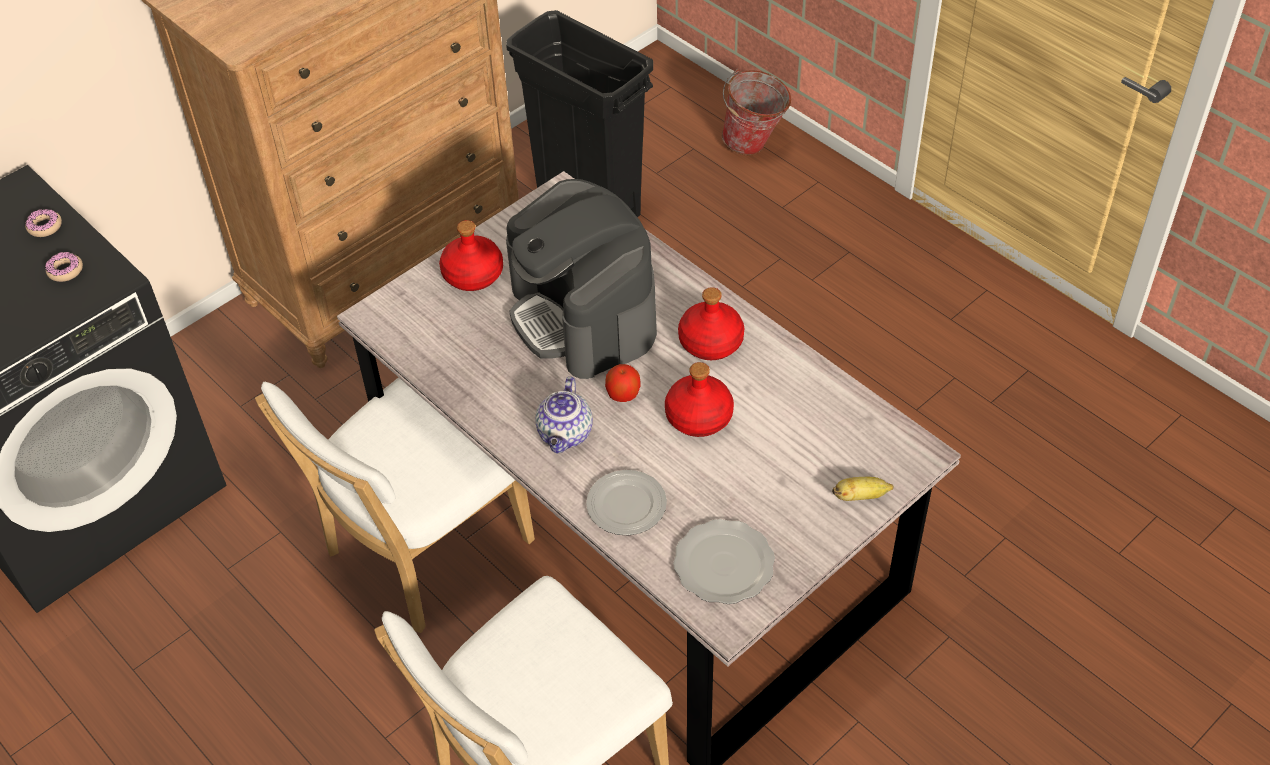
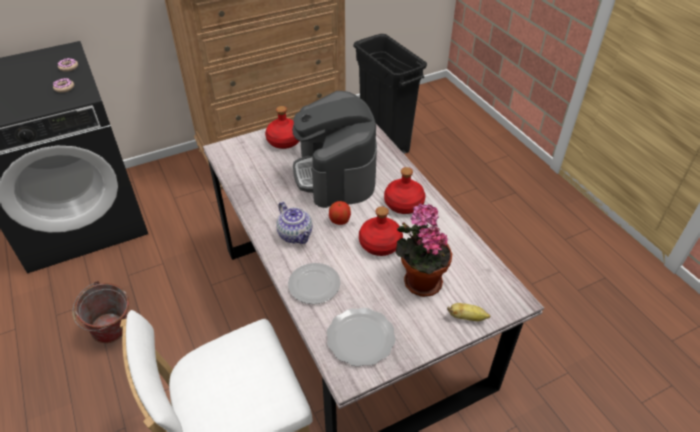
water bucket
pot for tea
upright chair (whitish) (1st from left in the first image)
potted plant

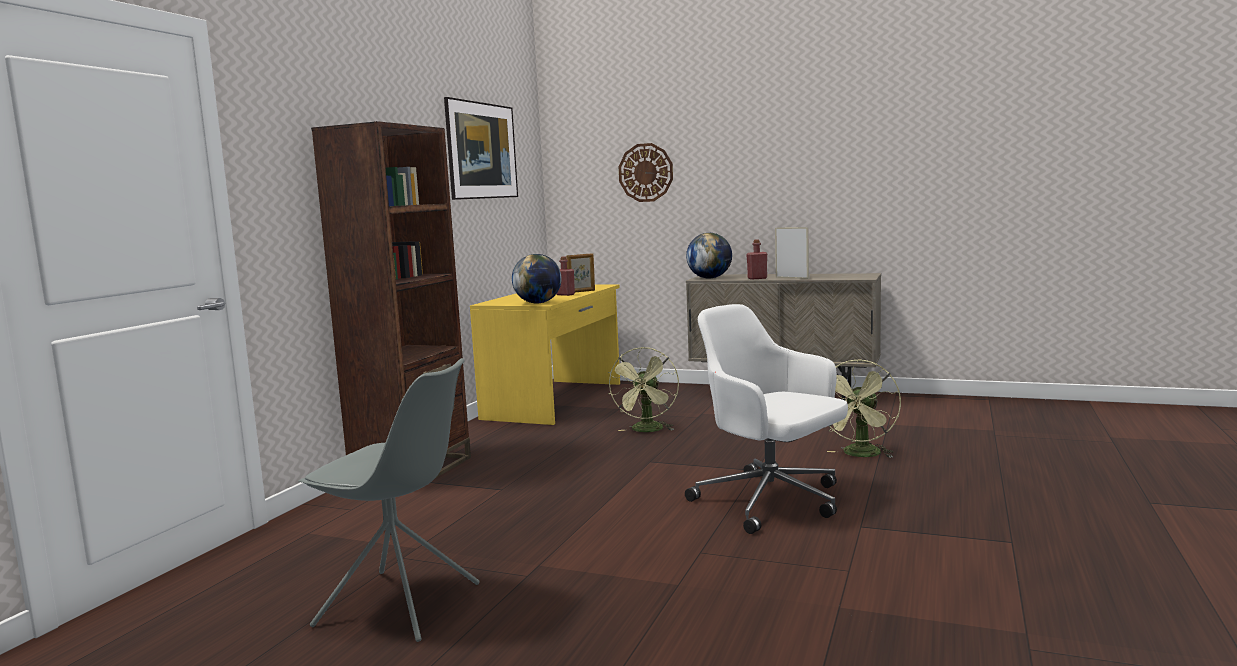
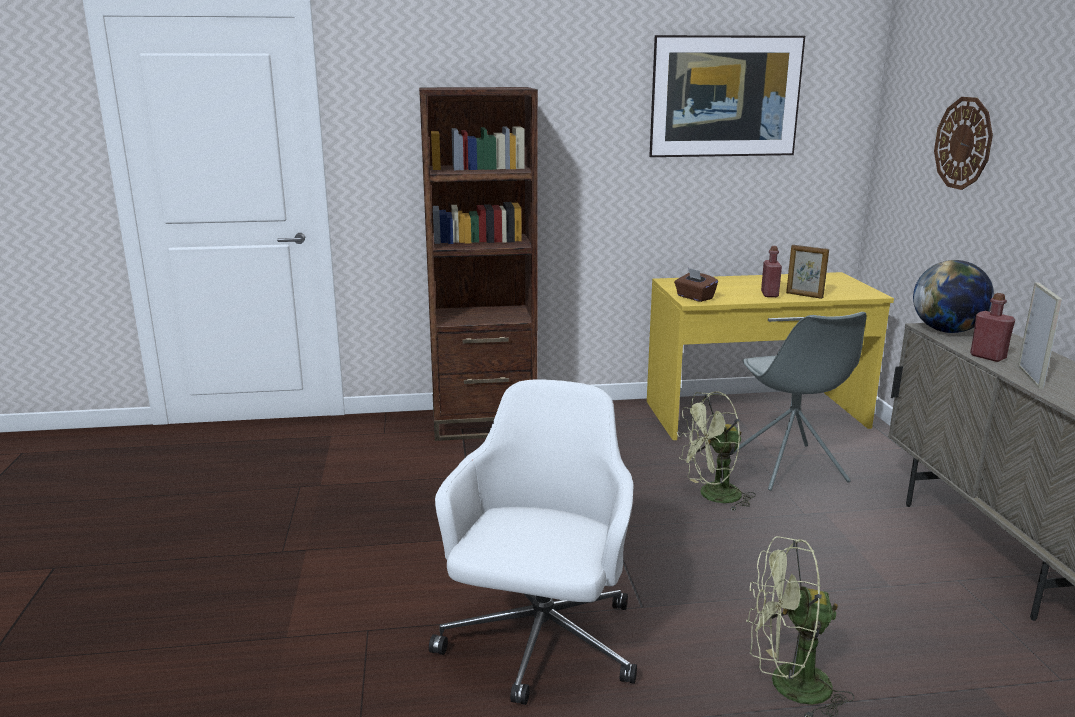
tissue box (brownish)
upright chair (grey)

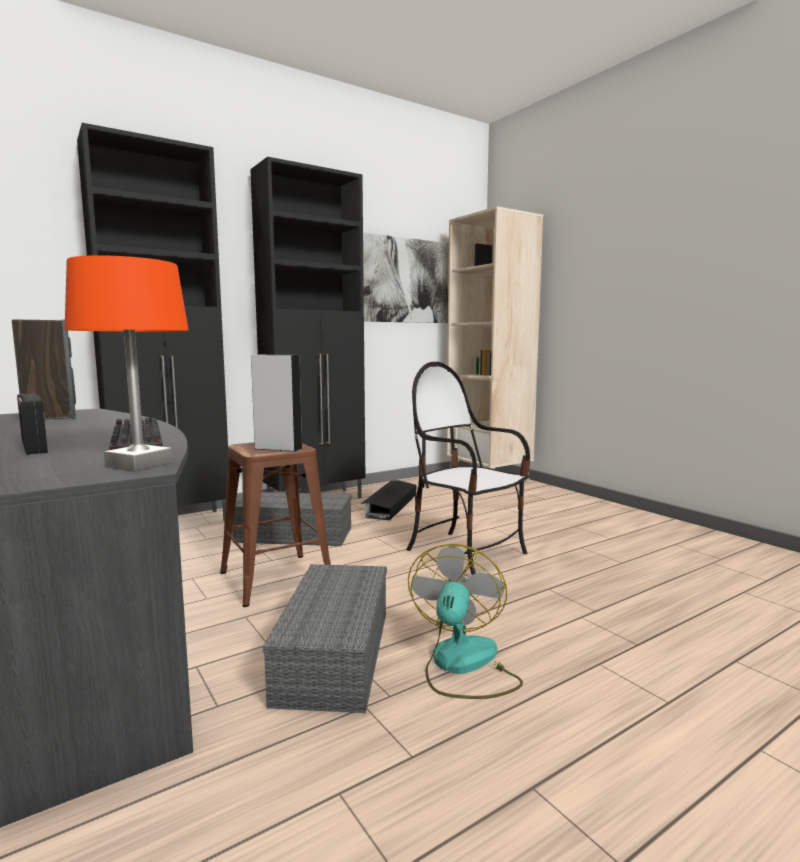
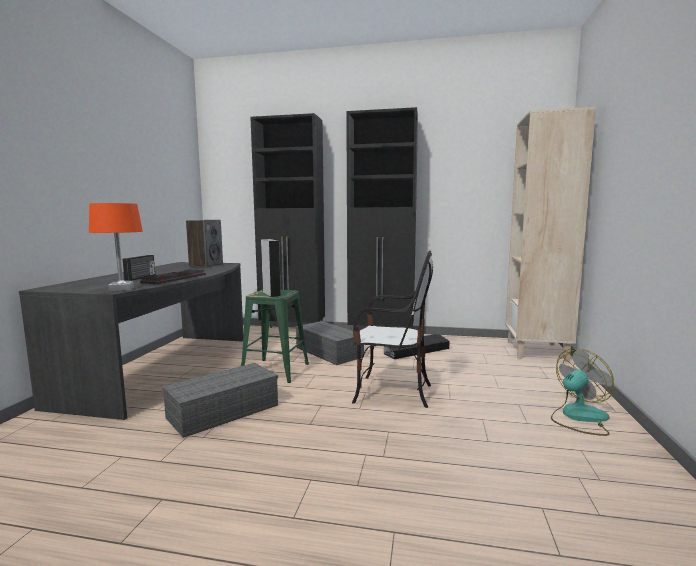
picture
upright chair
sitting stool (green-coloured)
electric fan

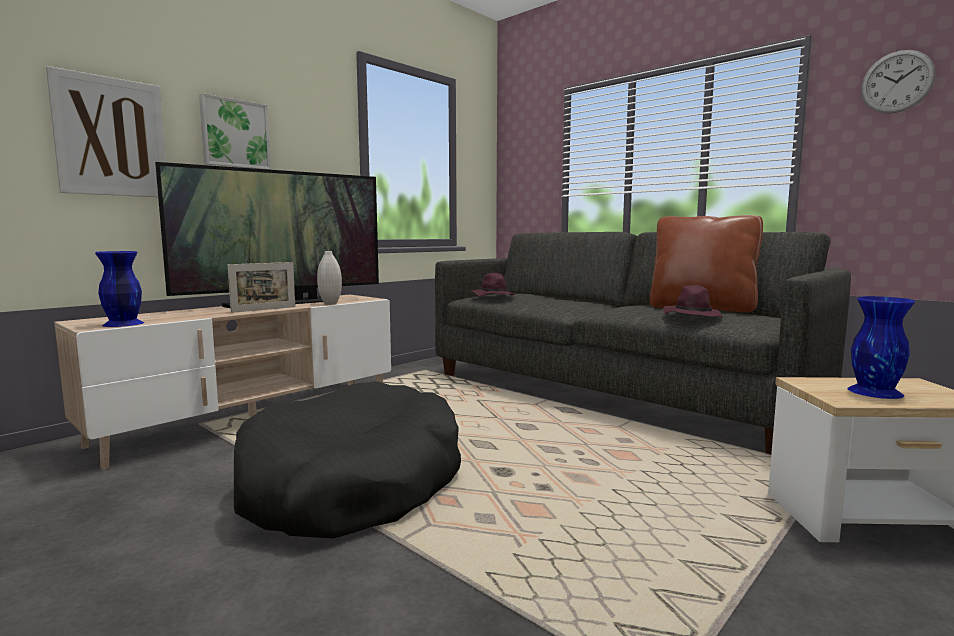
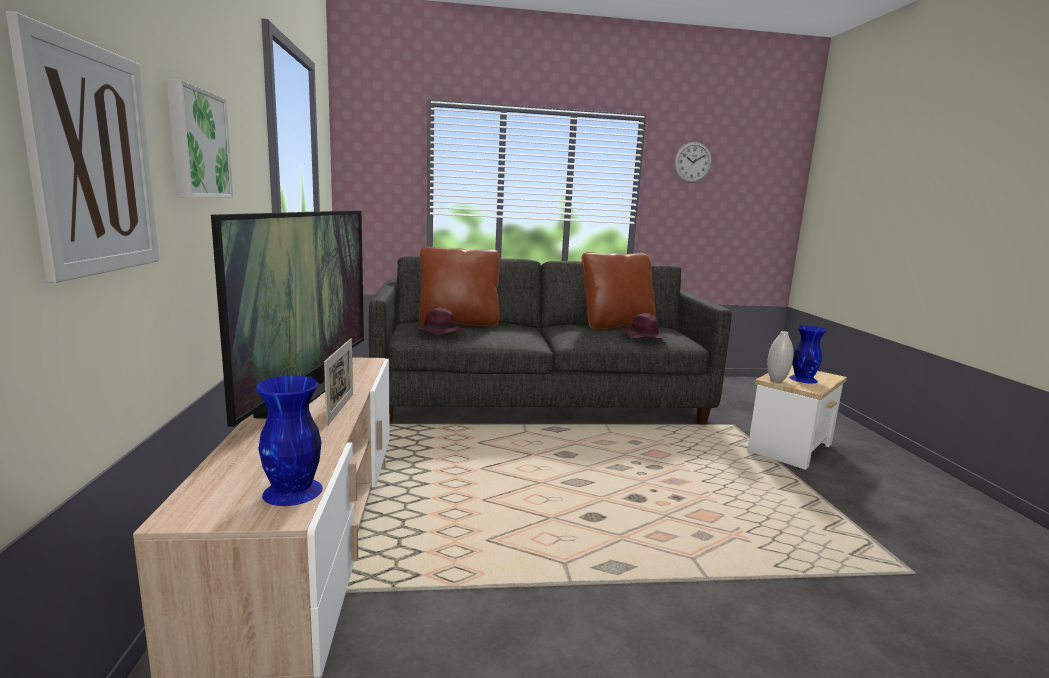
vase (whitish)
pet bed (blackish)
cushion (brownish) (1st from left)

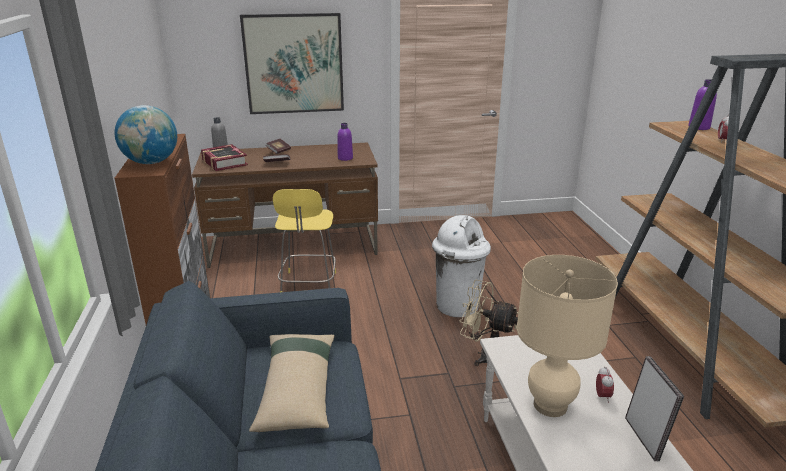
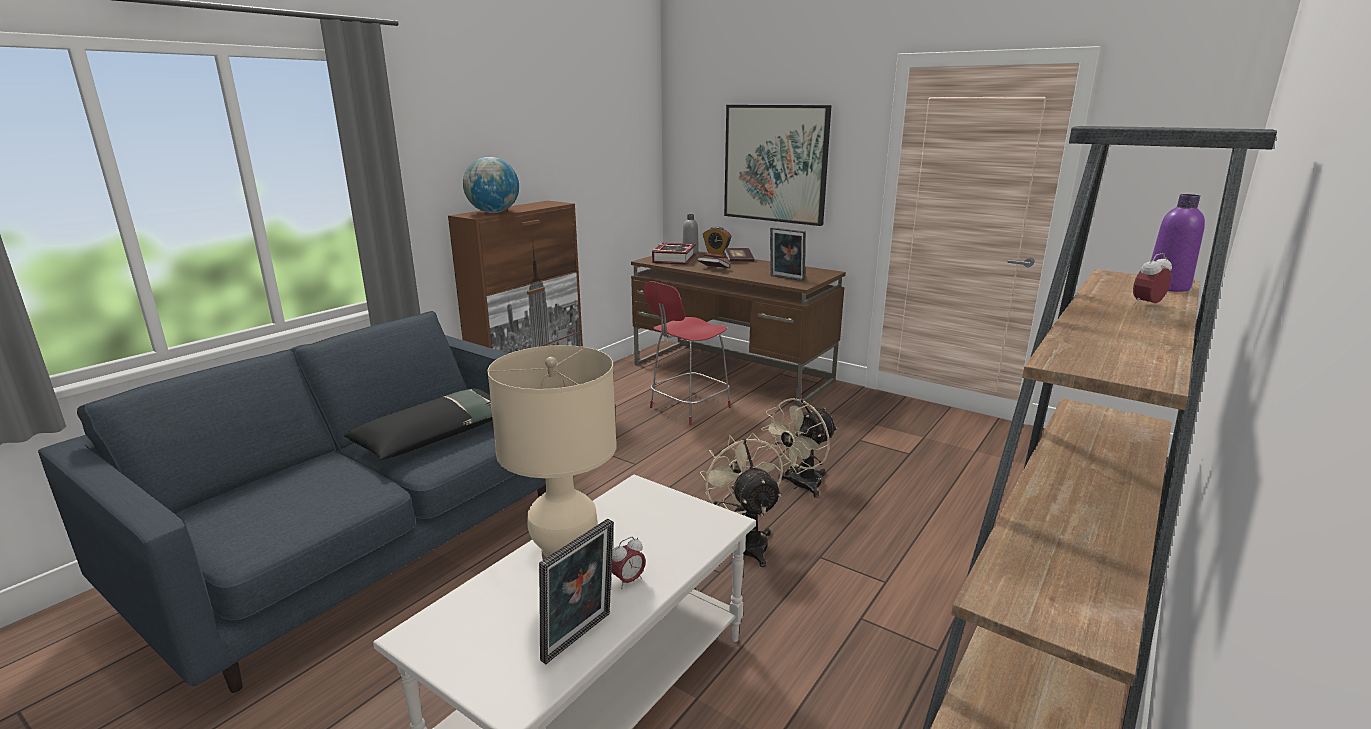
standing frame (2nd from left)
sitting stool (red-coloured)
electric fan (sand-coloured) (2nd from left)
cushion (blackish)
table clock (2nd from left)

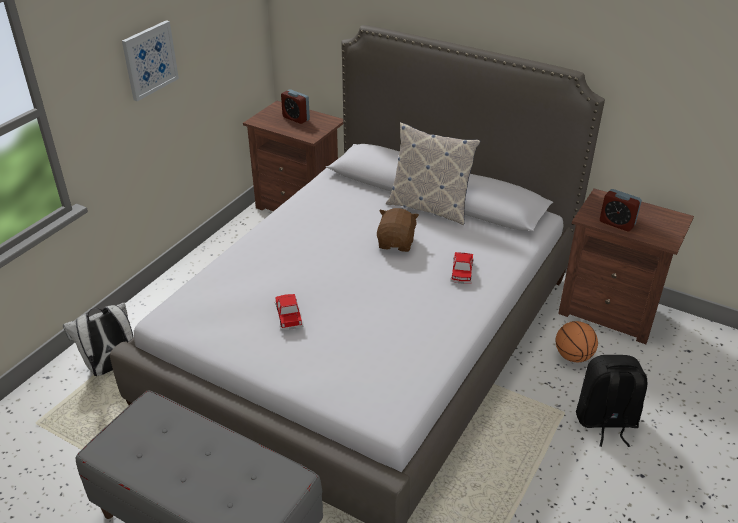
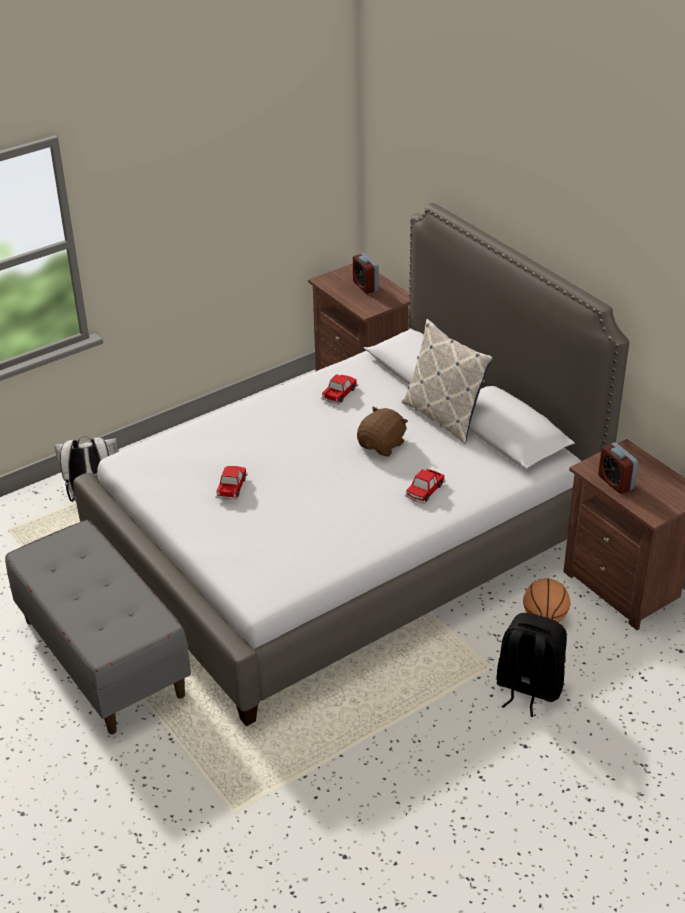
picture
model car (2nd from left)

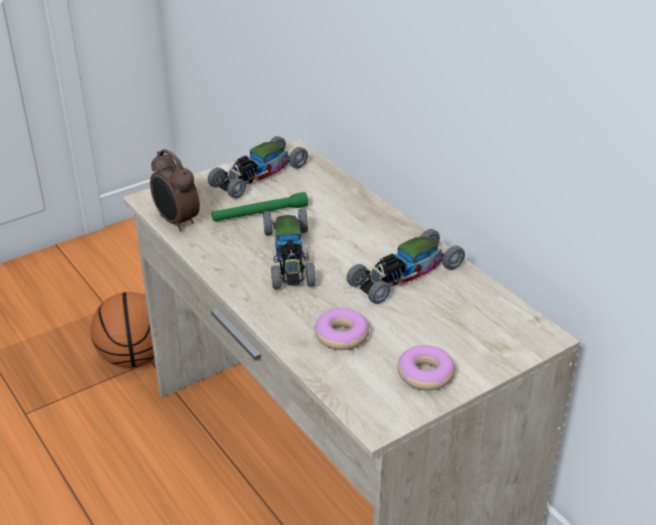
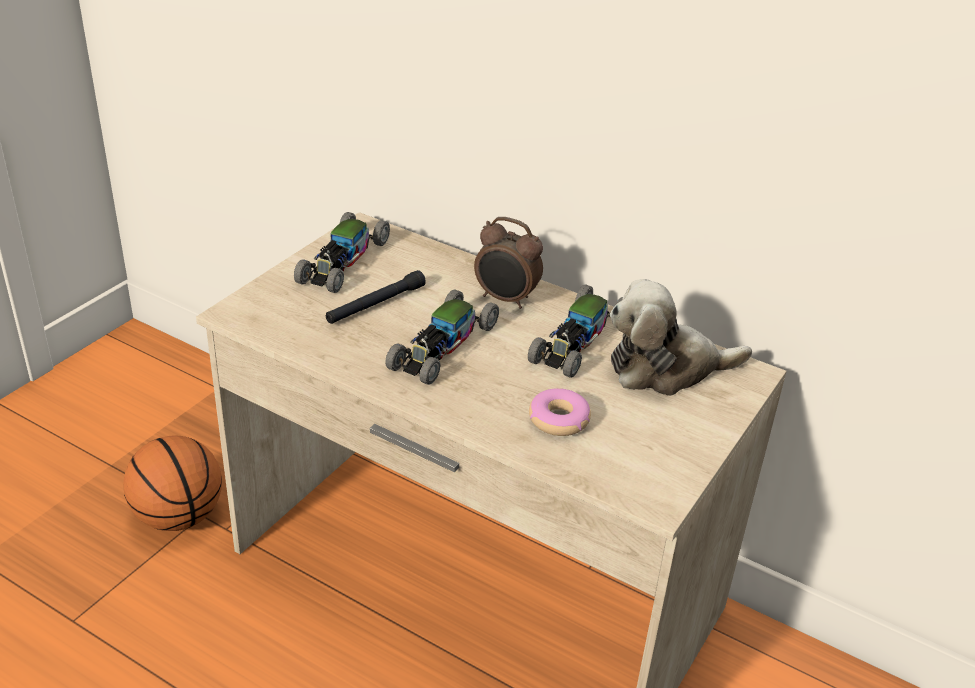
table clock
torch (blackish)
model car (2nd from left)
ring doughnut (2nd from left in the first image)
plush toy

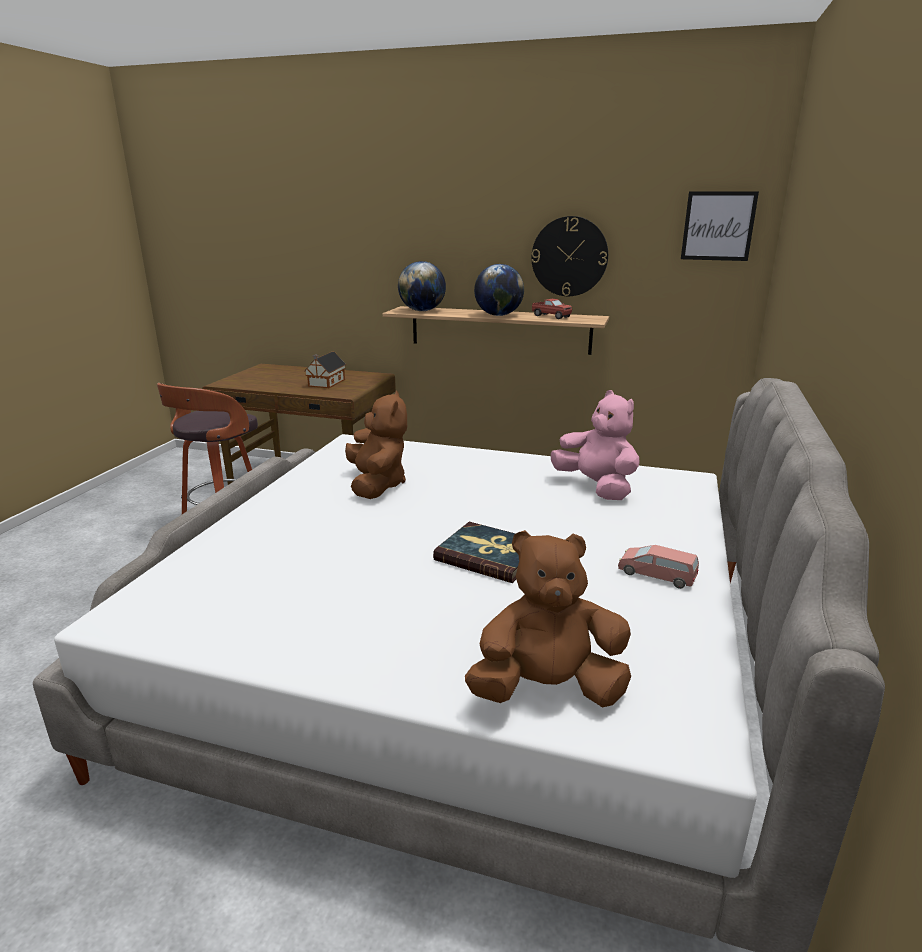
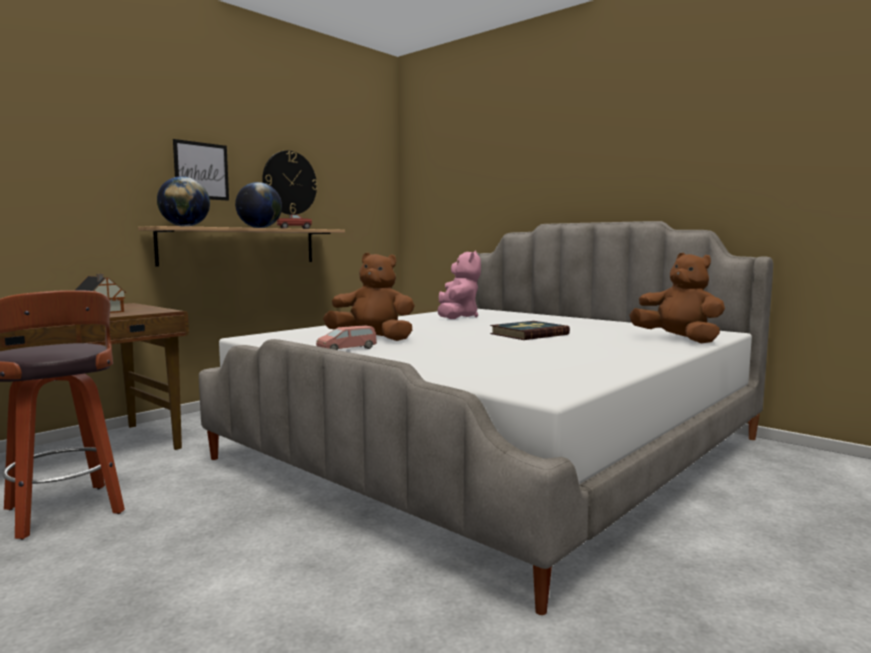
picture
plush toy (pink-coloured)
plush toy (brownish) (2nd from left)
model car (pink-coloured)

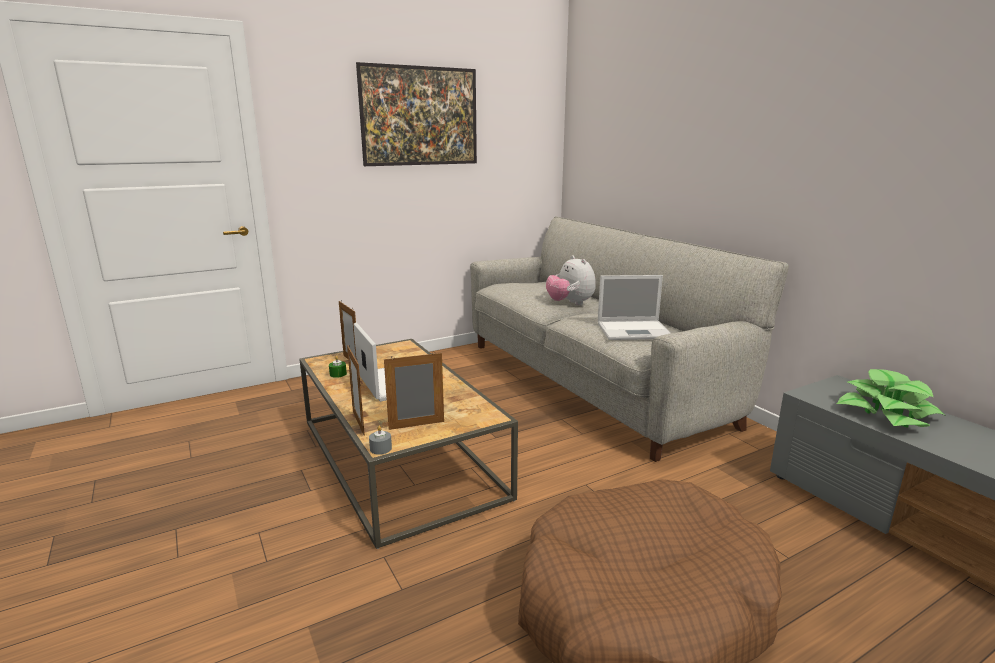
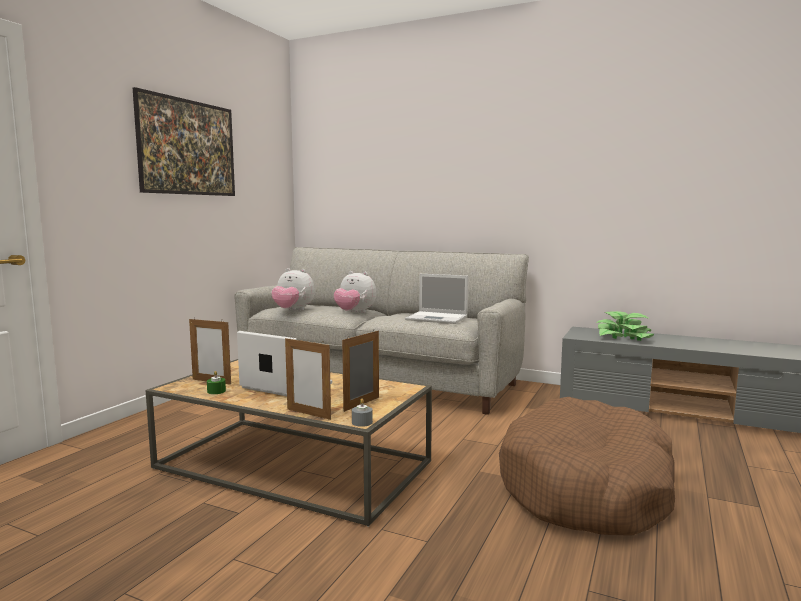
notebook computer (2nd from left)
plush toy (1st from left)

